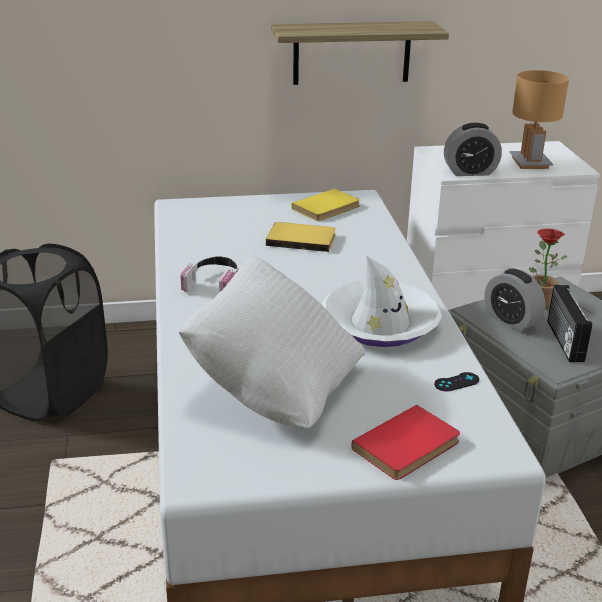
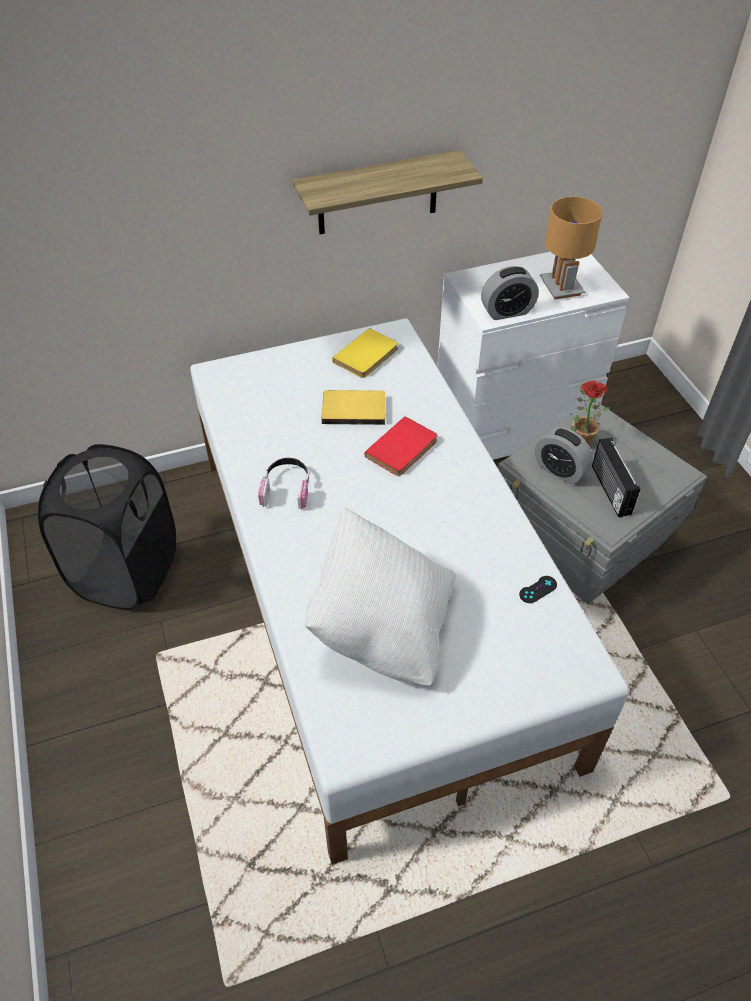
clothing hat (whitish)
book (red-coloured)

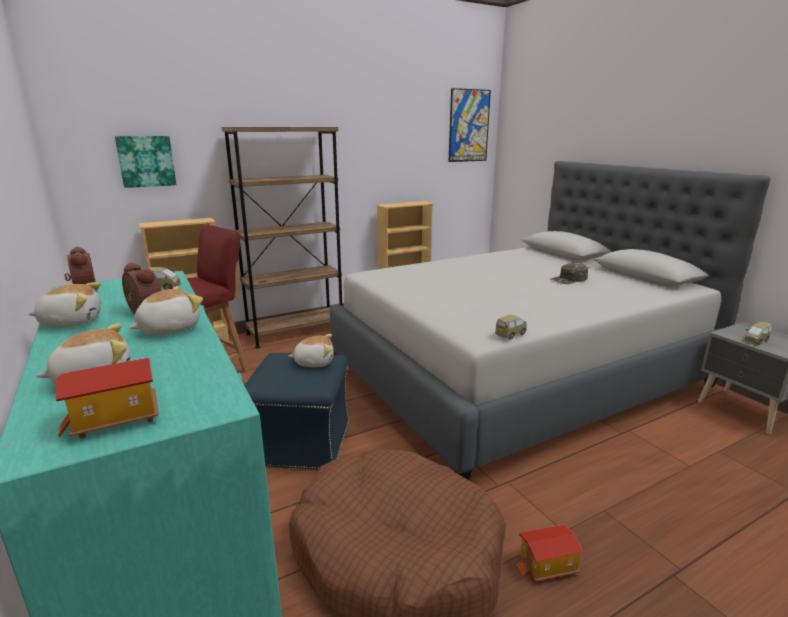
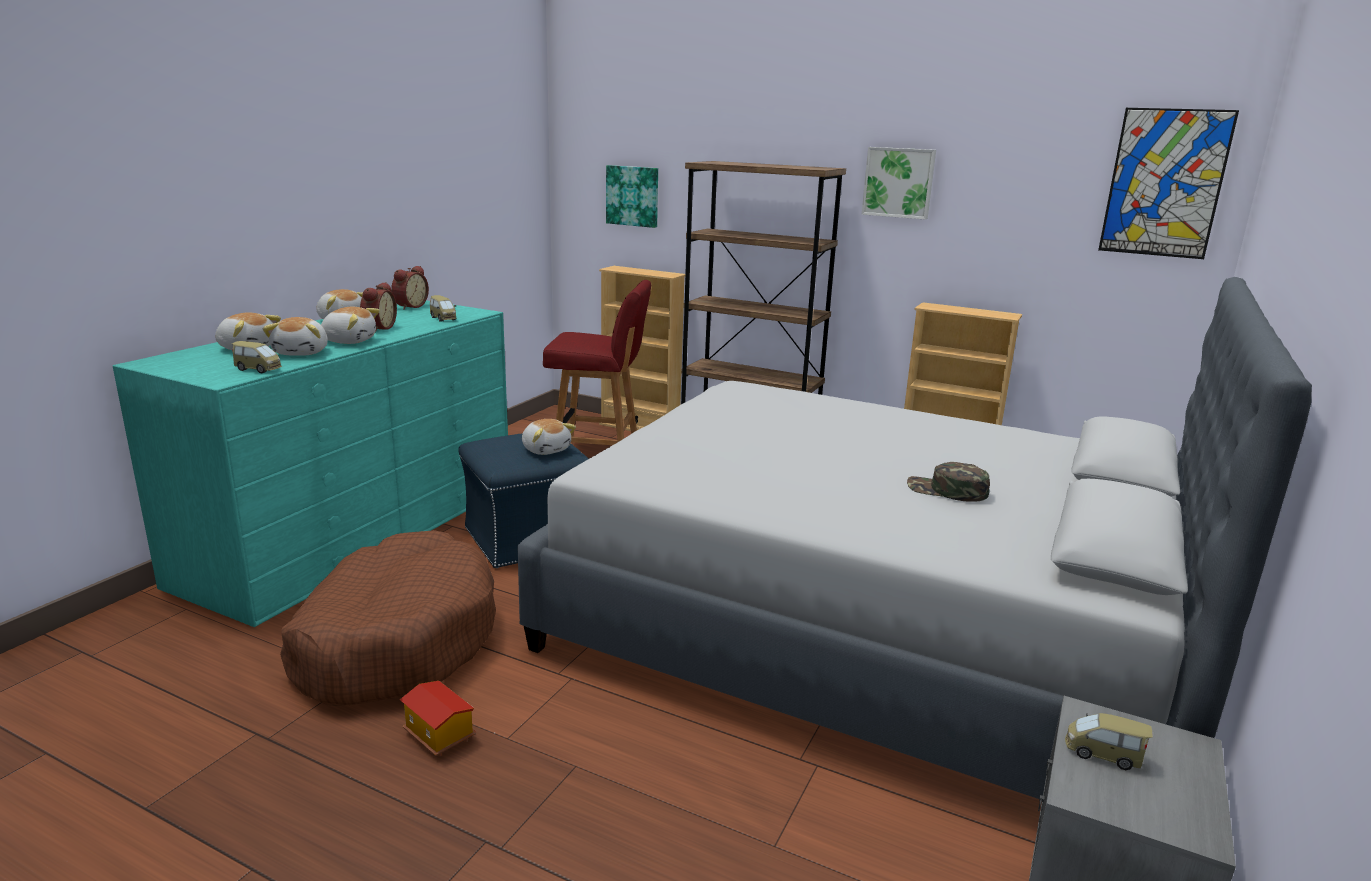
model car (1st from left)
toy house (1st from left in the first image)
picture (2nd from left)
plush toy (2nd from left)

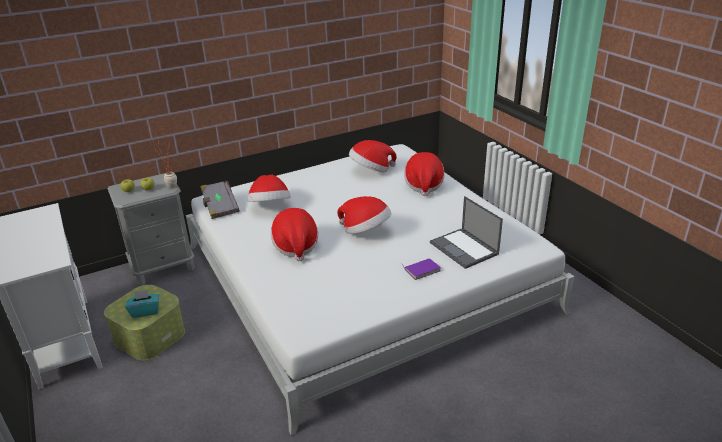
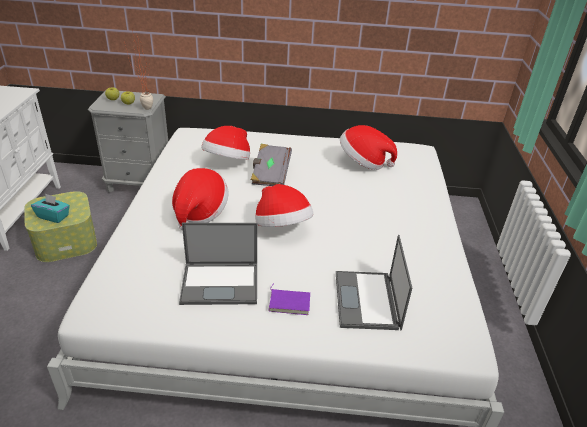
clothing hat (5th from left in the first image)
book (grey)
notebook computer (1st from left)

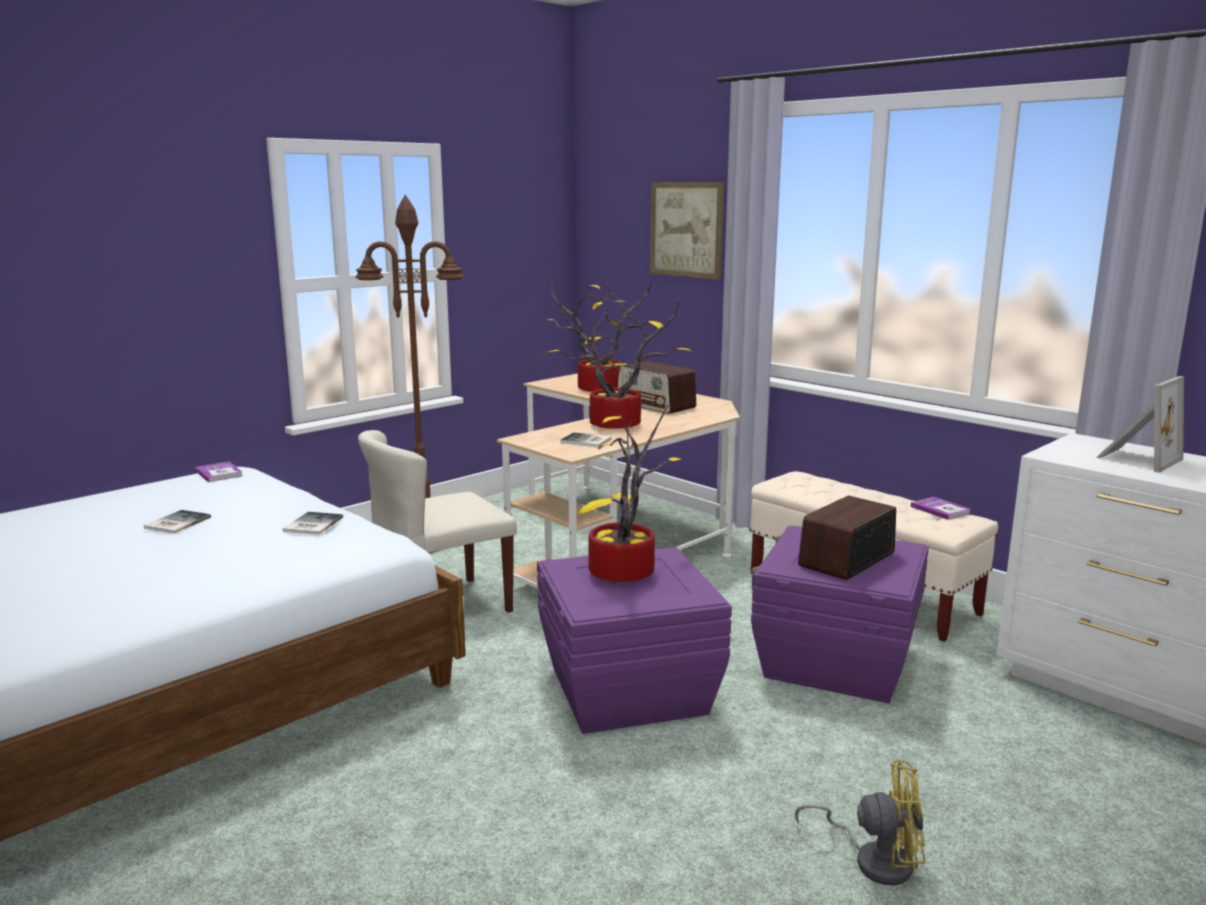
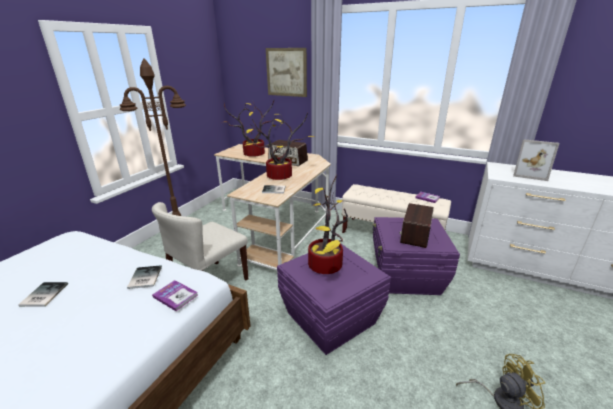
standing frame
book (3rd from left)

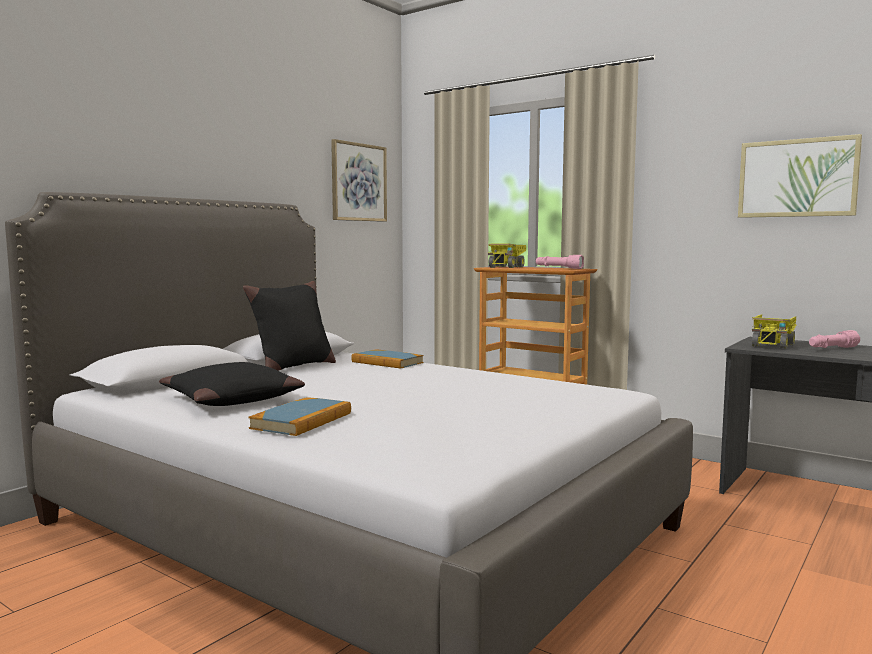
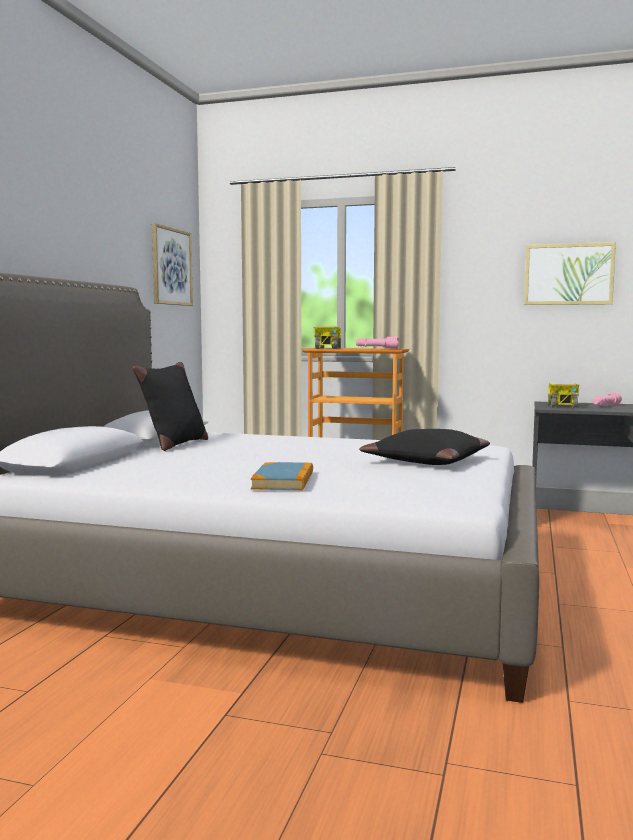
book (2nd from left in the first image)
cushion (blackish) (2nd from left)

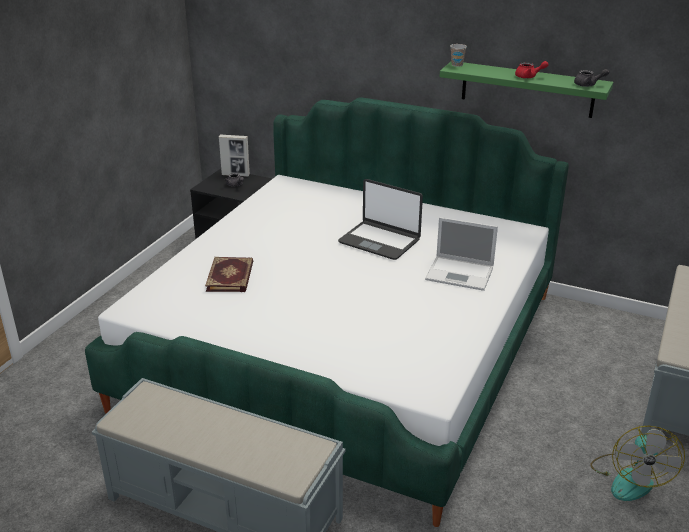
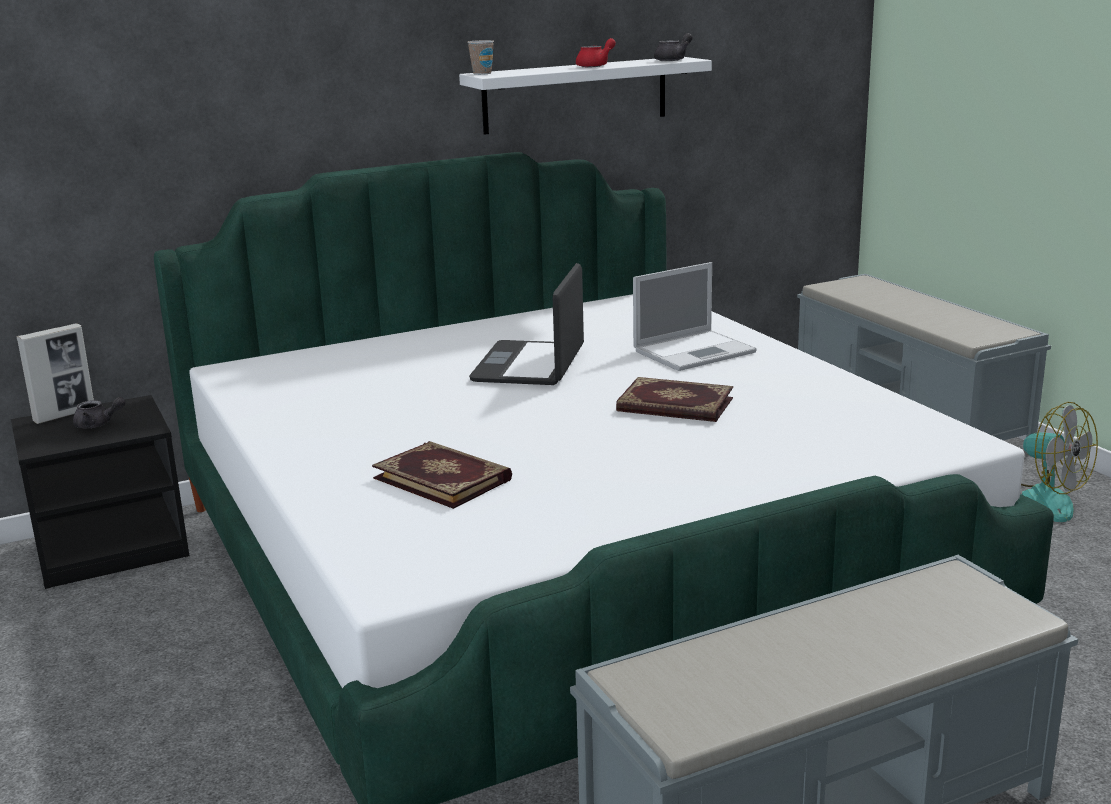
wall shelf (whitish)
notebook computer (1st from left)
book (2nd from left)

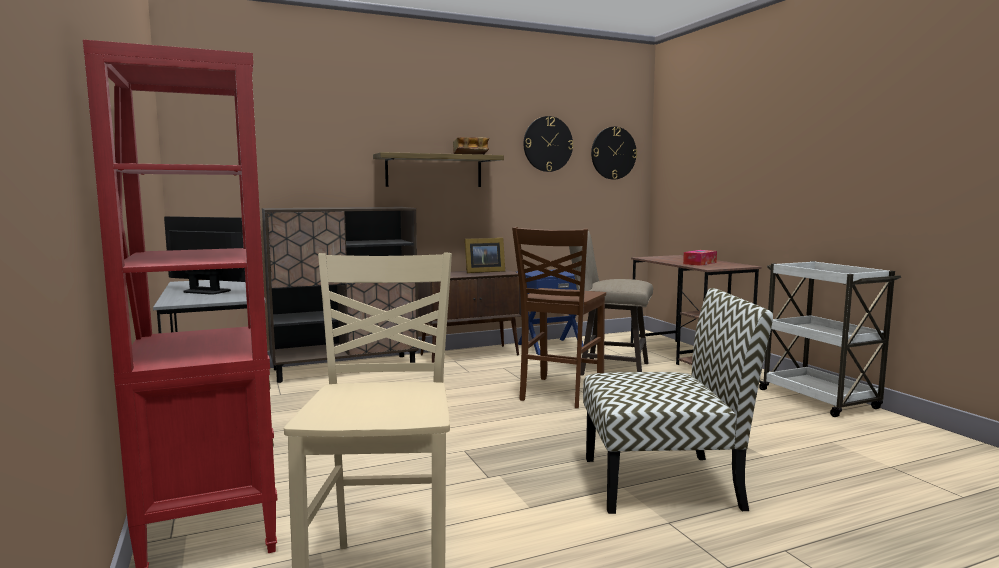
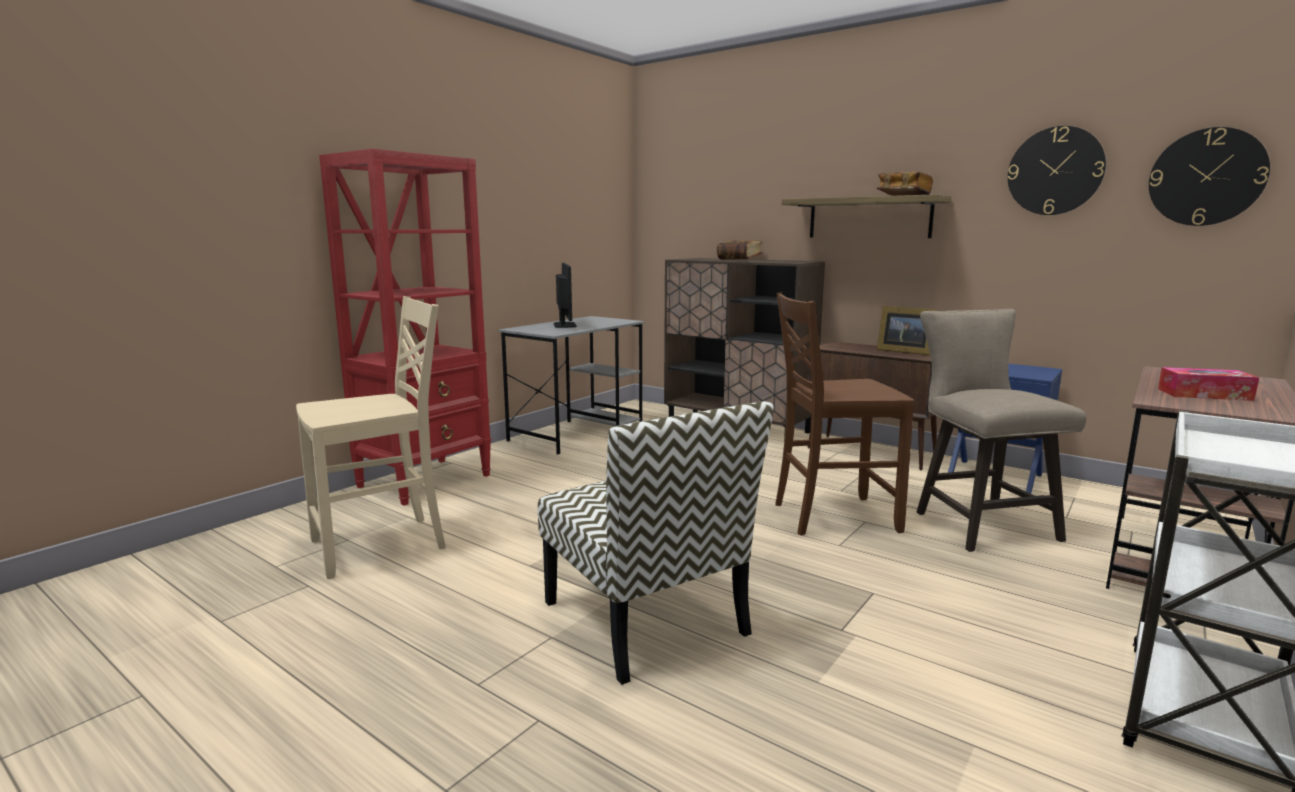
book (1st from left)

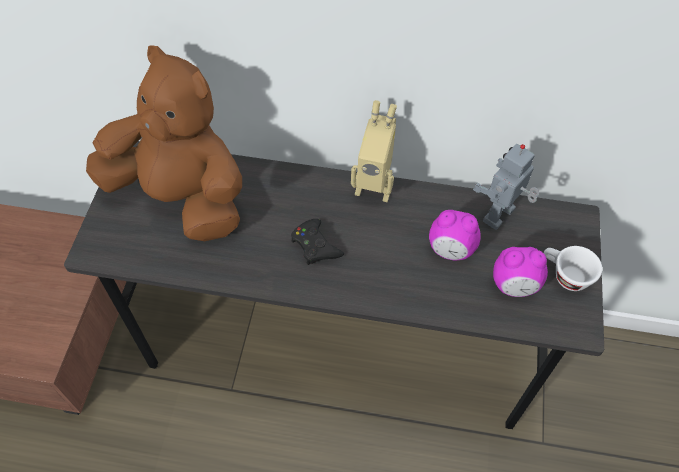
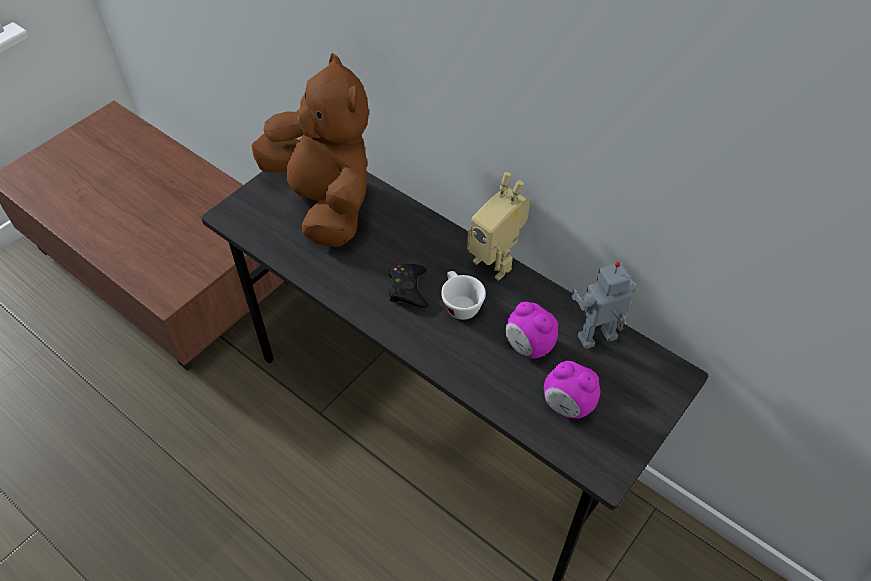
drinking cup (whitish)

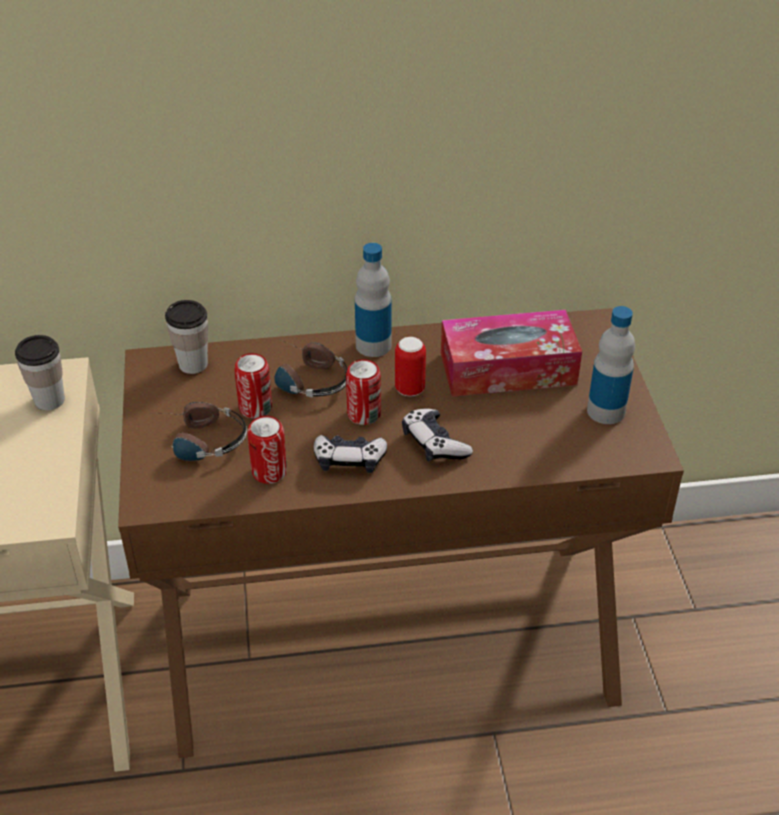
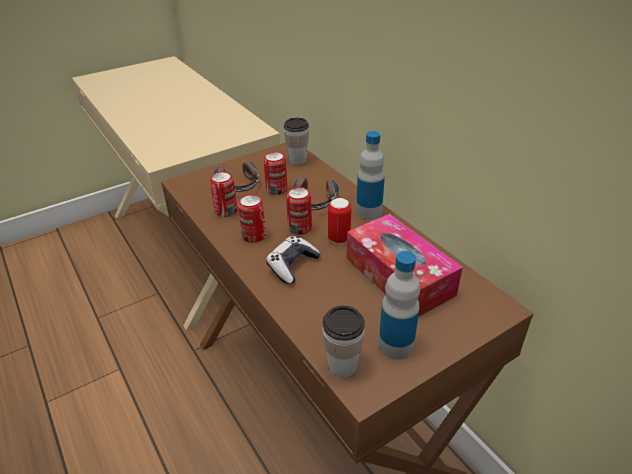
drinking cup (2nd from left)
sealed can (2nd from left)

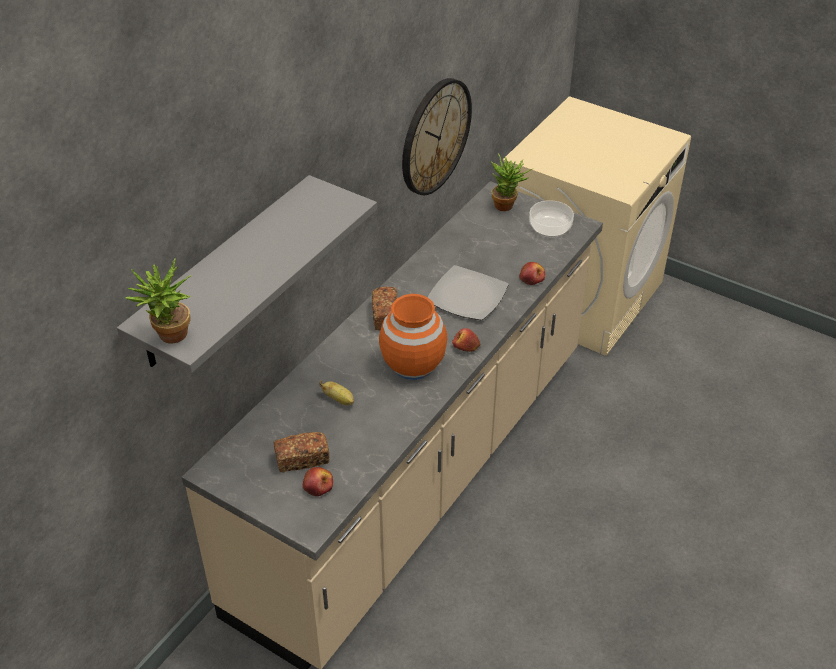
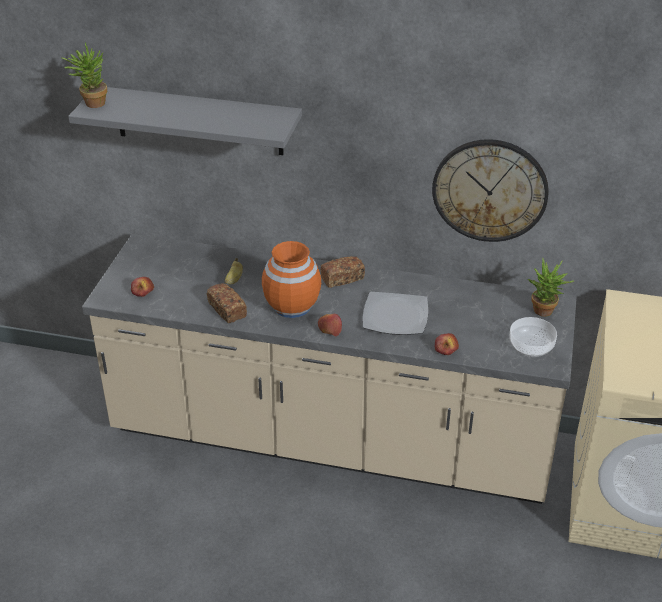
baked bread (1st from left)

